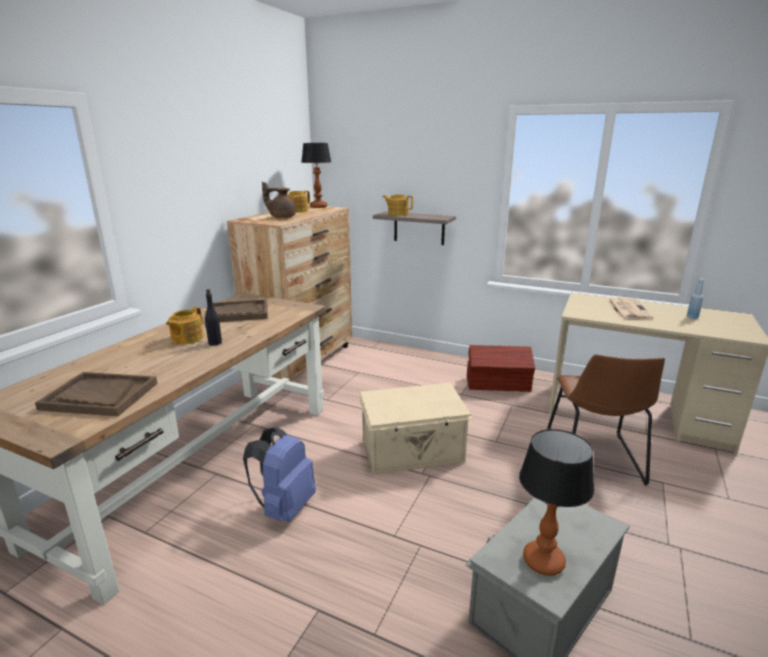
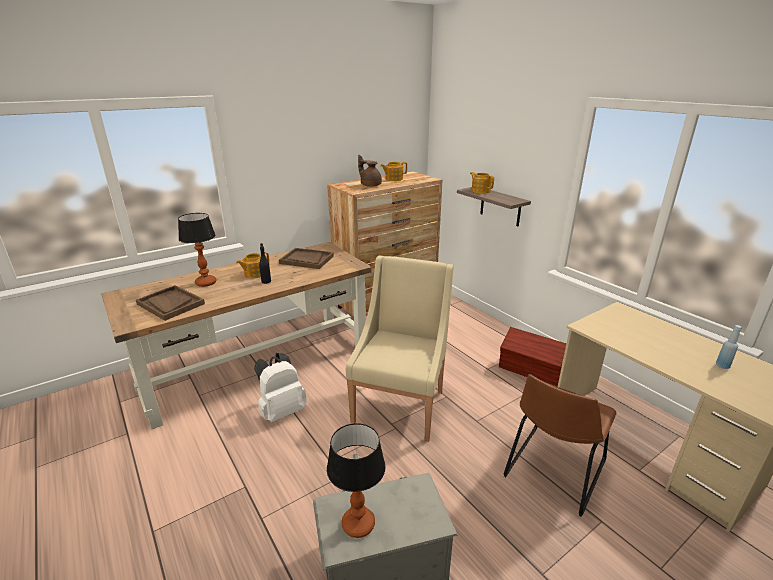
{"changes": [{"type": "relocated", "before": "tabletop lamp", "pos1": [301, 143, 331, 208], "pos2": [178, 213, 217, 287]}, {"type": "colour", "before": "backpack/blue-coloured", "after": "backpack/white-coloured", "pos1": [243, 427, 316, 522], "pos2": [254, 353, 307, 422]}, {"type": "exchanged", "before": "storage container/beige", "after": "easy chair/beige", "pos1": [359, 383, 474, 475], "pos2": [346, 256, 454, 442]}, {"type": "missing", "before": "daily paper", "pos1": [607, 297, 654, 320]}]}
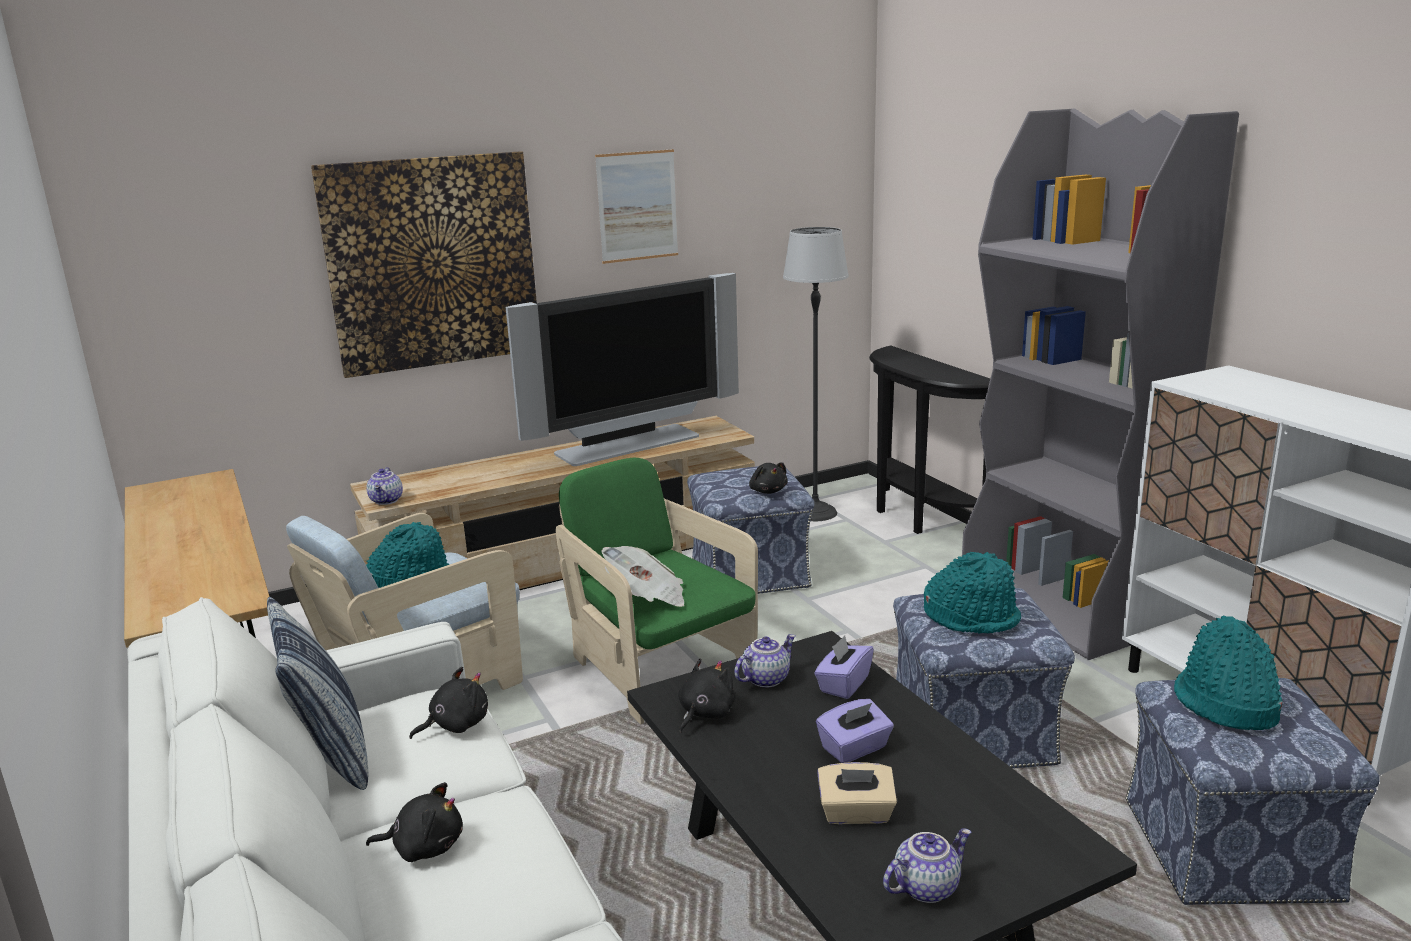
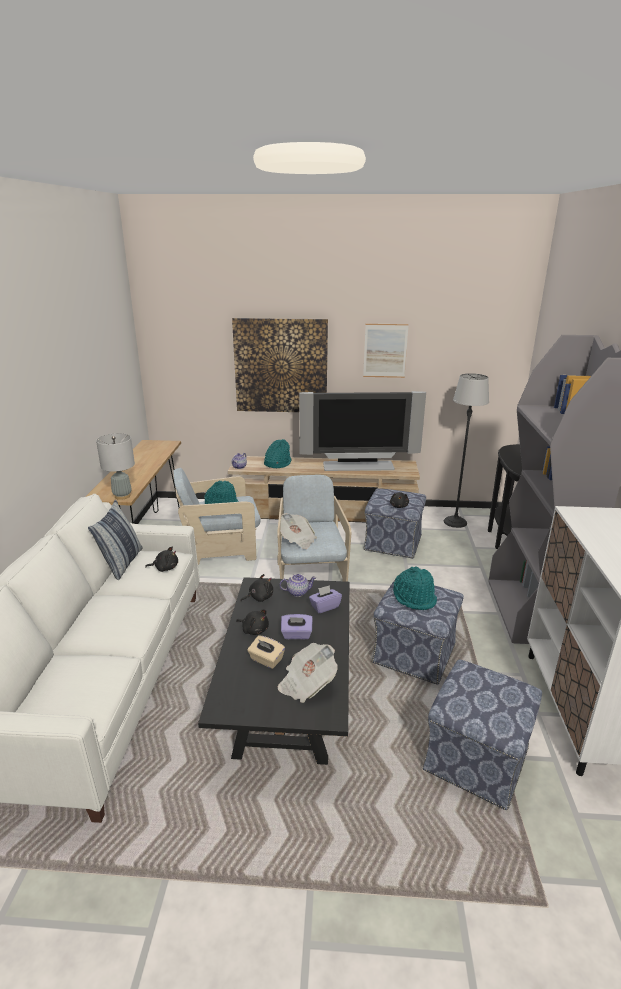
{"changes": [{"type": "appeared", "after": "tabletop lamp/greyish", "pos2": [96, 433, 135, 500]}, {"type": "relocated", "before": "plush toy/black", "pos1": [366, 782, 463, 862], "pos2": [236, 609, 269, 635]}, {"type": "relocated", "before": "hat/blue-green", "pos1": [1174, 616, 1283, 730], "pos2": [264, 439, 291, 468]}, {"type": "colour", "before": "easy chair/green", "after": "easy chair/beige", "pos1": [555, 458, 758, 724], "pos2": [277, 475, 351, 582]}, {"type": "appeared", "after": "daily paper", "pos2": [278, 643, 338, 703]}, {"type": "missing", "before": "tea pot", "pos1": [883, 828, 971, 903]}]}
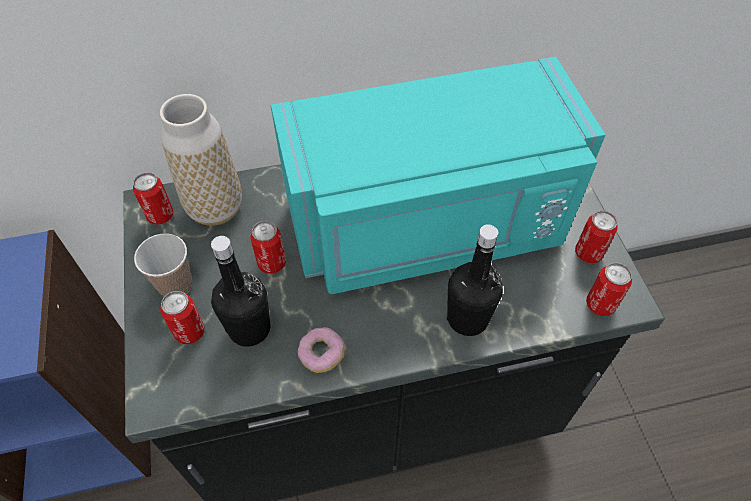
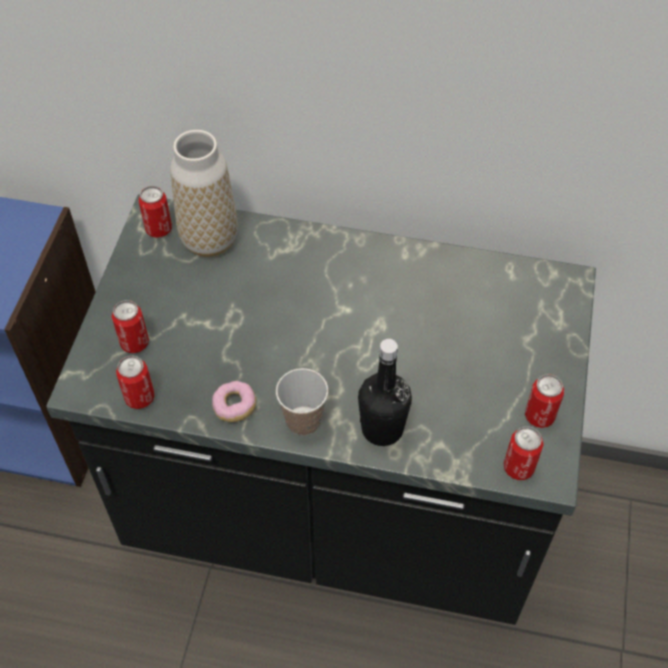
{"changes": [{"type": "relocated", "before": "sealed can", "pos1": [250, 221, 286, 274], "pos2": [116, 355, 155, 409]}, {"type": "relocated", "before": "small cup", "pos1": [134, 233, 192, 297], "pos2": [276, 368, 328, 435]}, {"type": "missing", "before": "beverage bottle/black", "pos1": [211, 236, 270, 347]}, {"type": "missing", "before": "microwave/blue-green", "pos1": [271, 57, 605, 294]}]}
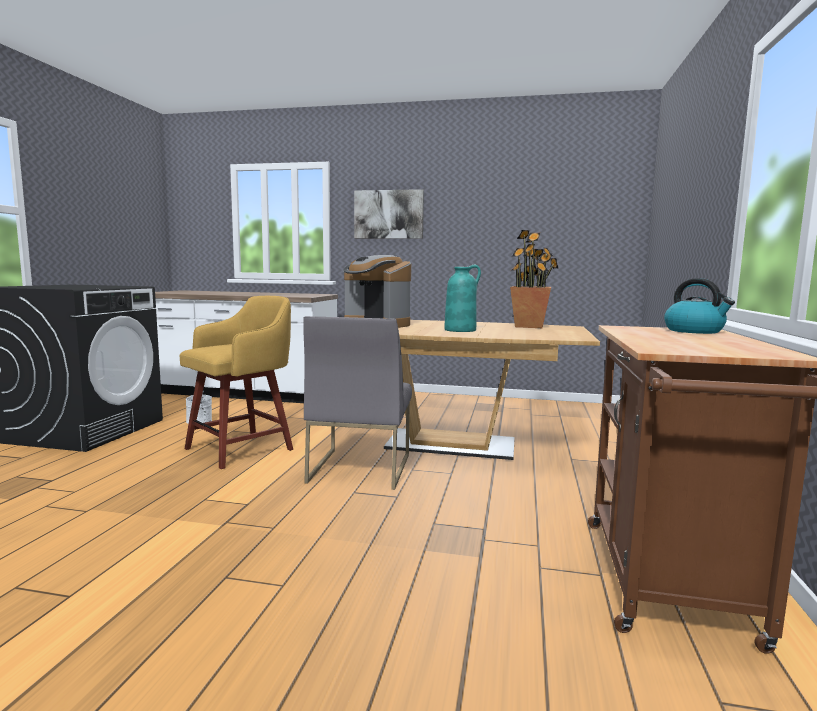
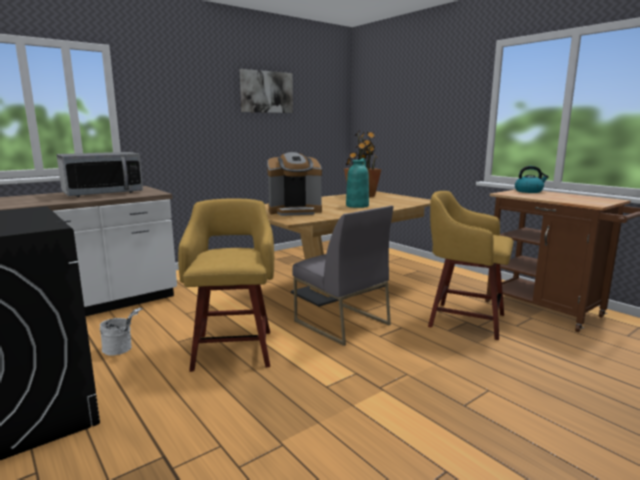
{"changes": [{"type": "appeared", "after": "microwave", "pos2": [56, 152, 143, 197]}, {"type": "relocated", "before": "picture", "pos1": [354, 189, 424, 239], "pos2": [240, 69, 293, 113]}, {"type": "appeared", "after": "stool seat/yellowish", "pos2": [428, 191, 514, 340]}]}
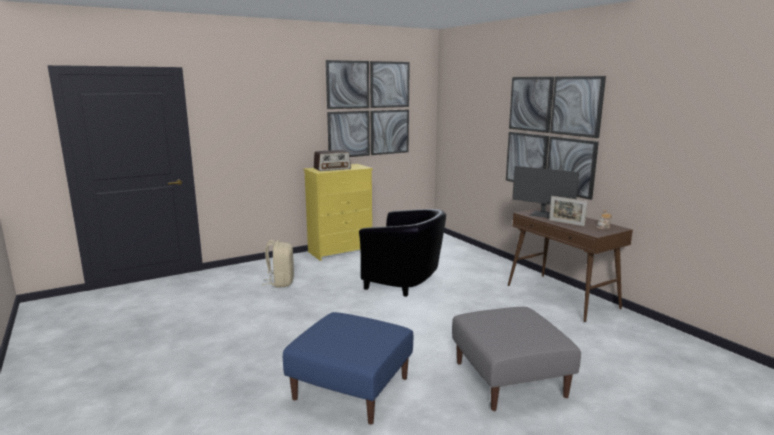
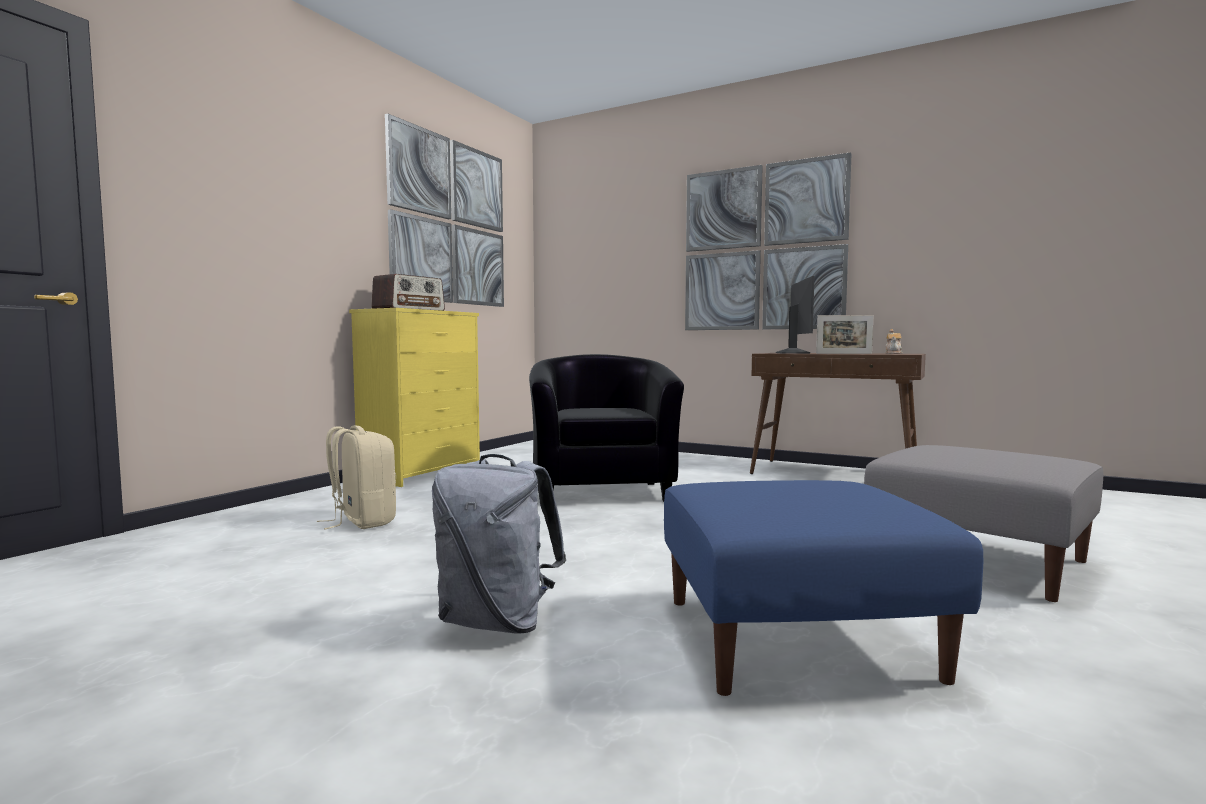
{"changes": [{"type": "appeared", "after": "backpack/greyish", "pos2": [432, 454, 566, 633]}, {"type": "spun", "before": "easy chair/black", "pos1": [359, 209, 446, 297], "pos2": [529, 354, 684, 502], "turn": -90}, {"type": "spun", "before": "monitor", "pos1": [512, 166, 579, 218], "pos2": [776, 276, 814, 354], "turn": -90}]}
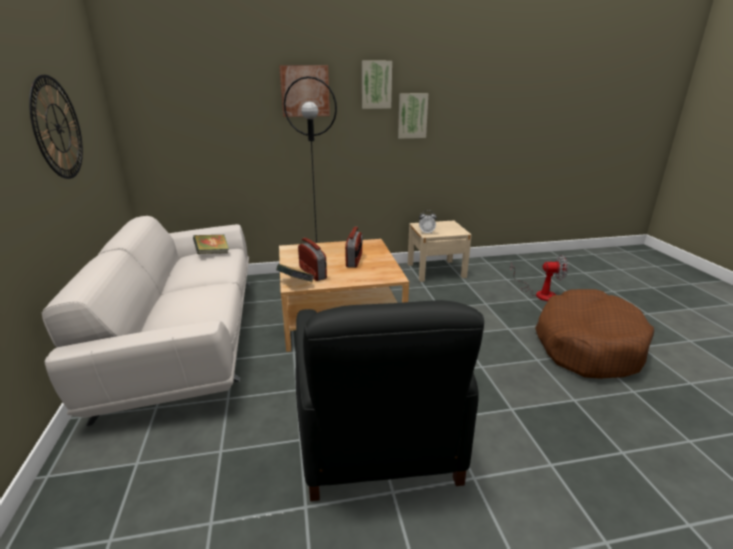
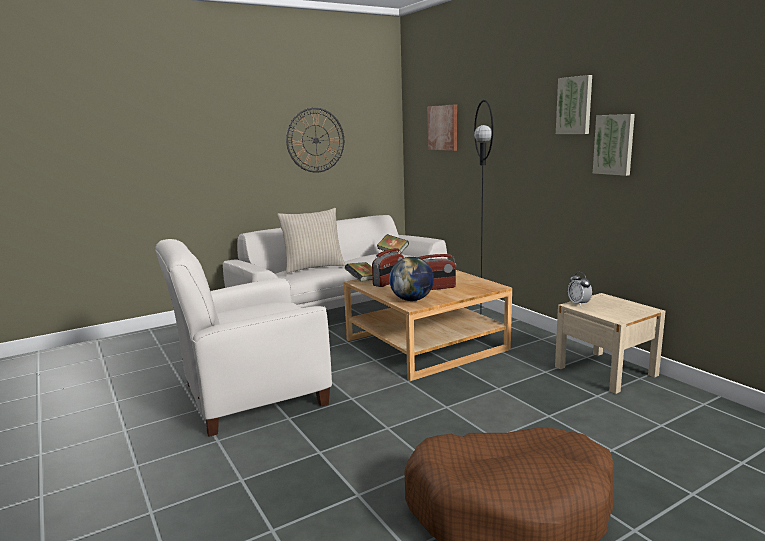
{"changes": [{"type": "colour", "before": "easy chair/black", "after": "easy chair/white-coloured", "pos1": [296, 300, 484, 501], "pos2": [156, 239, 332, 437]}, {"type": "appeared", "after": "throw pillow/beige", "pos2": [277, 208, 346, 273]}, {"type": "appeared", "after": "globe", "pos2": [389, 257, 434, 301]}, {"type": "relocated", "before": "picture", "pos1": [279, 65, 330, 117], "pos2": [427, 104, 457, 151]}, {"type": "missing", "before": "cooling fan", "pos1": [510, 255, 568, 301]}]}
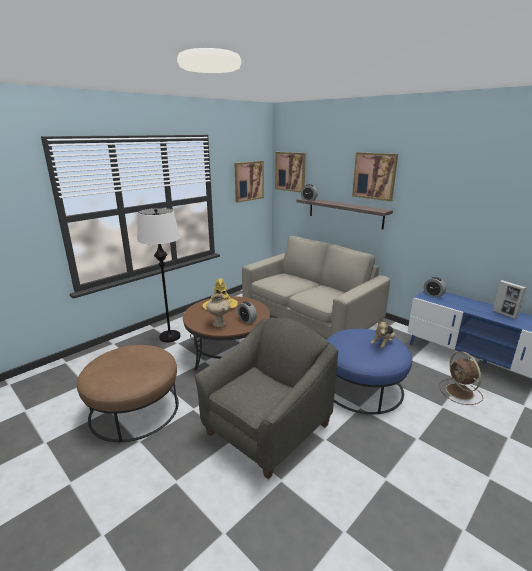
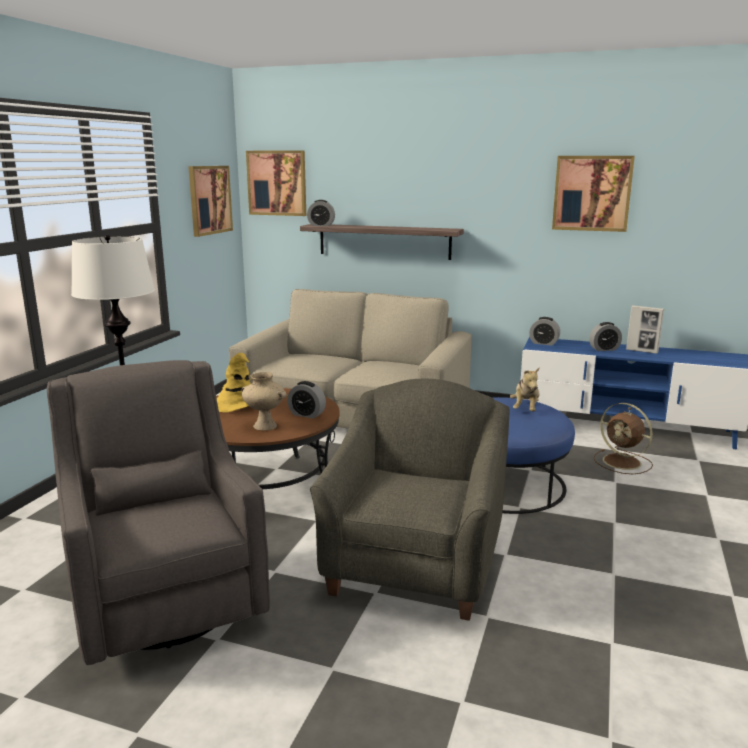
{"changes": [{"type": "exchanged", "before": "pouffe/brown-coloured", "after": "easy chair/greyish", "pos1": [77, 345, 179, 442], "pos2": [47, 360, 270, 665]}, {"type": "relocated", "before": "picture", "pos1": [352, 152, 398, 201], "pos2": [552, 156, 635, 232]}, {"type": "appeared", "after": "table clock", "pos2": [589, 322, 622, 351]}]}
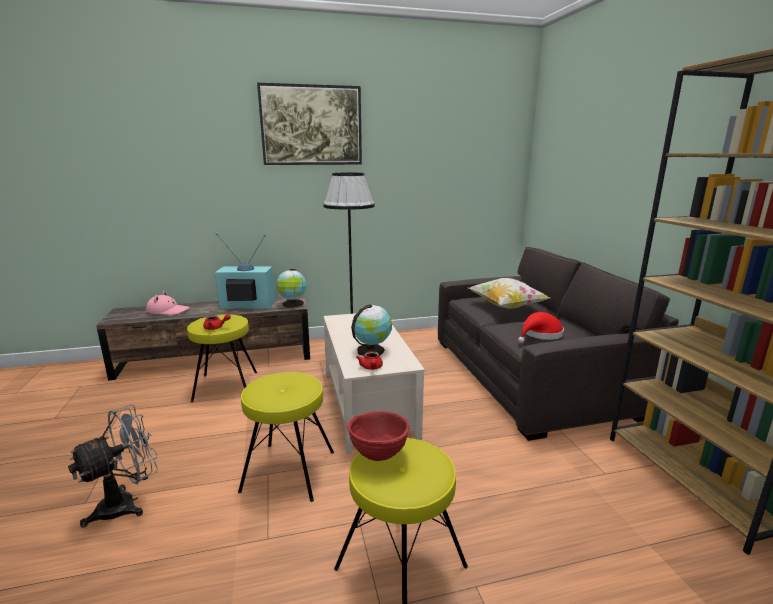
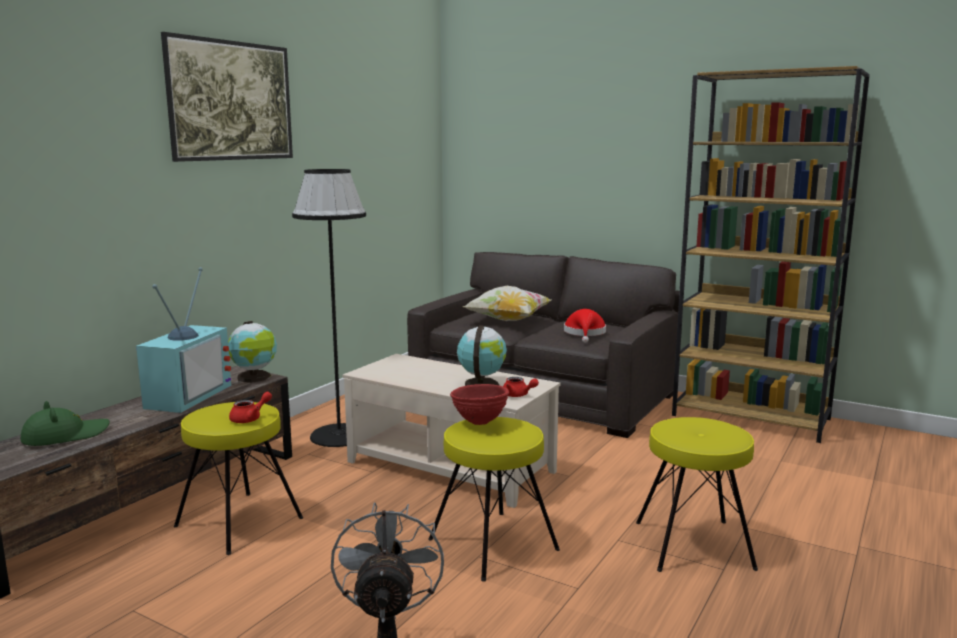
{"changes": [{"type": "colour", "before": "hat/pink", "after": "hat/green", "pos1": [146, 291, 190, 315], "pos2": [21, 401, 110, 446]}, {"type": "spun", "before": "TV", "pos1": [215, 232, 275, 309], "pos2": [136, 267, 231, 413], "turn": 150}, {"type": "relocated", "before": "serving bowl/red-coloured", "pos1": [347, 411, 410, 461], "pos2": [450, 384, 509, 425]}]}
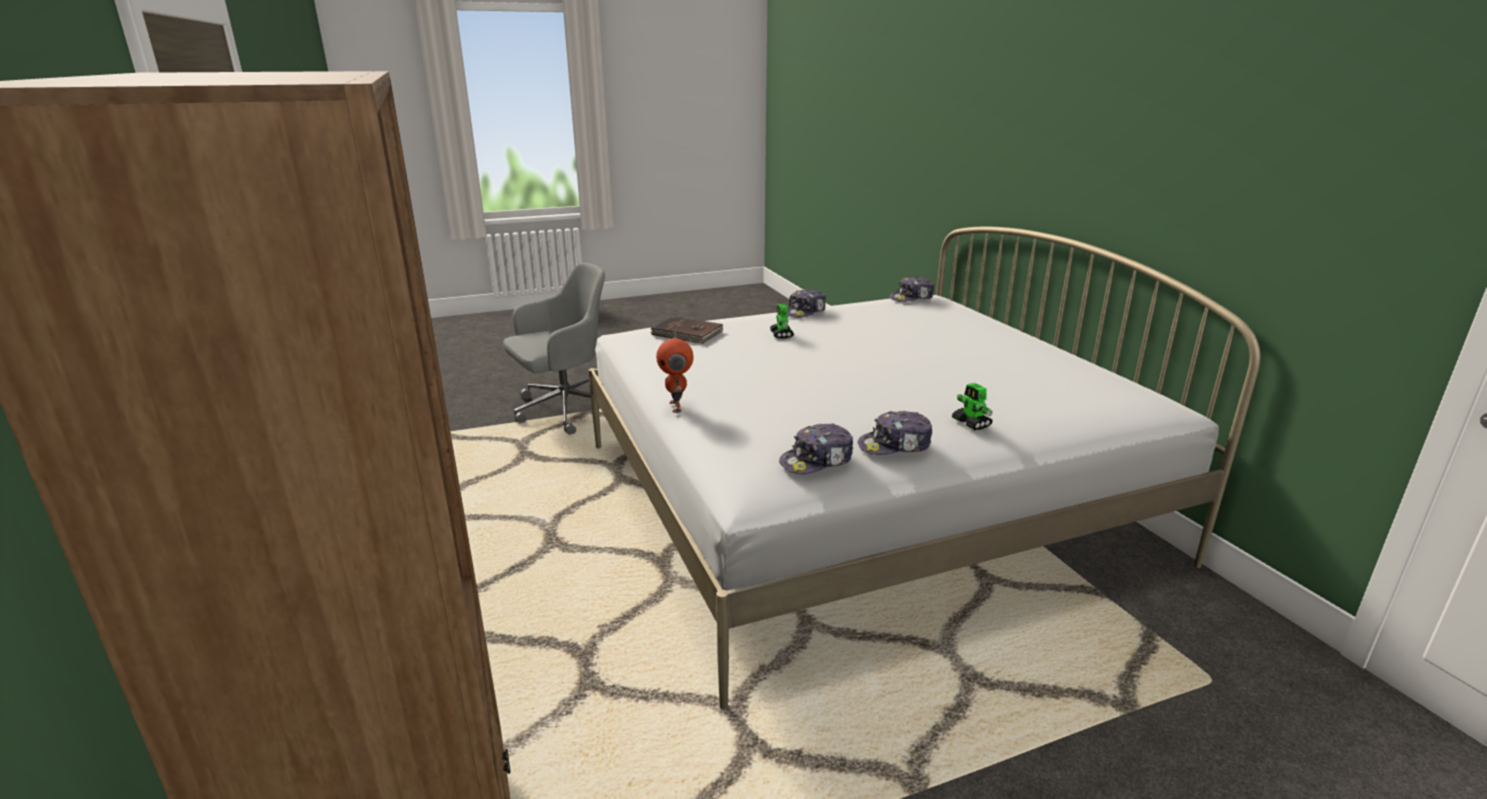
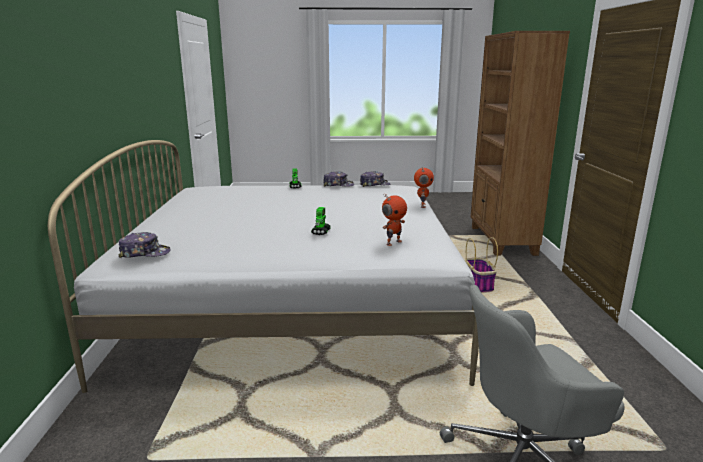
{"changes": [{"type": "exchanged", "before": "book/brown-coloured", "after": "robot figure", "pos1": [651, 316, 723, 344], "pos2": [382, 194, 407, 246]}, {"type": "appeared", "after": "basket", "pos2": [465, 237, 498, 293]}, {"type": "missing", "before": "cap", "pos1": [788, 288, 826, 318]}]}
